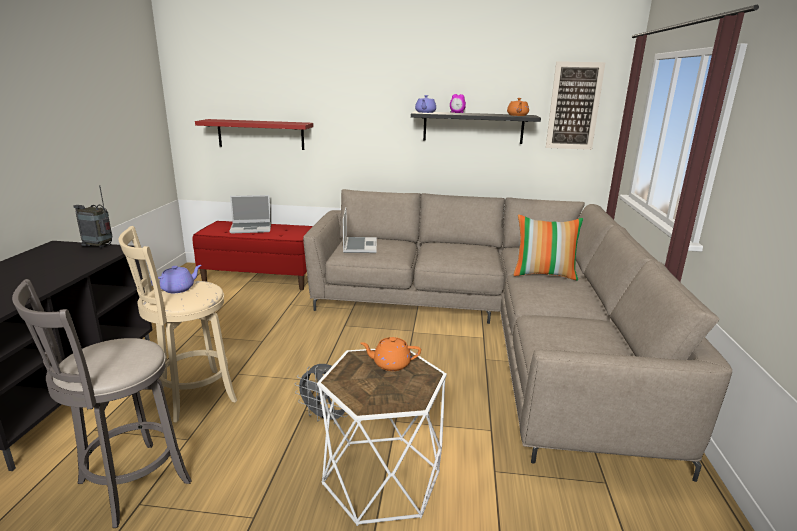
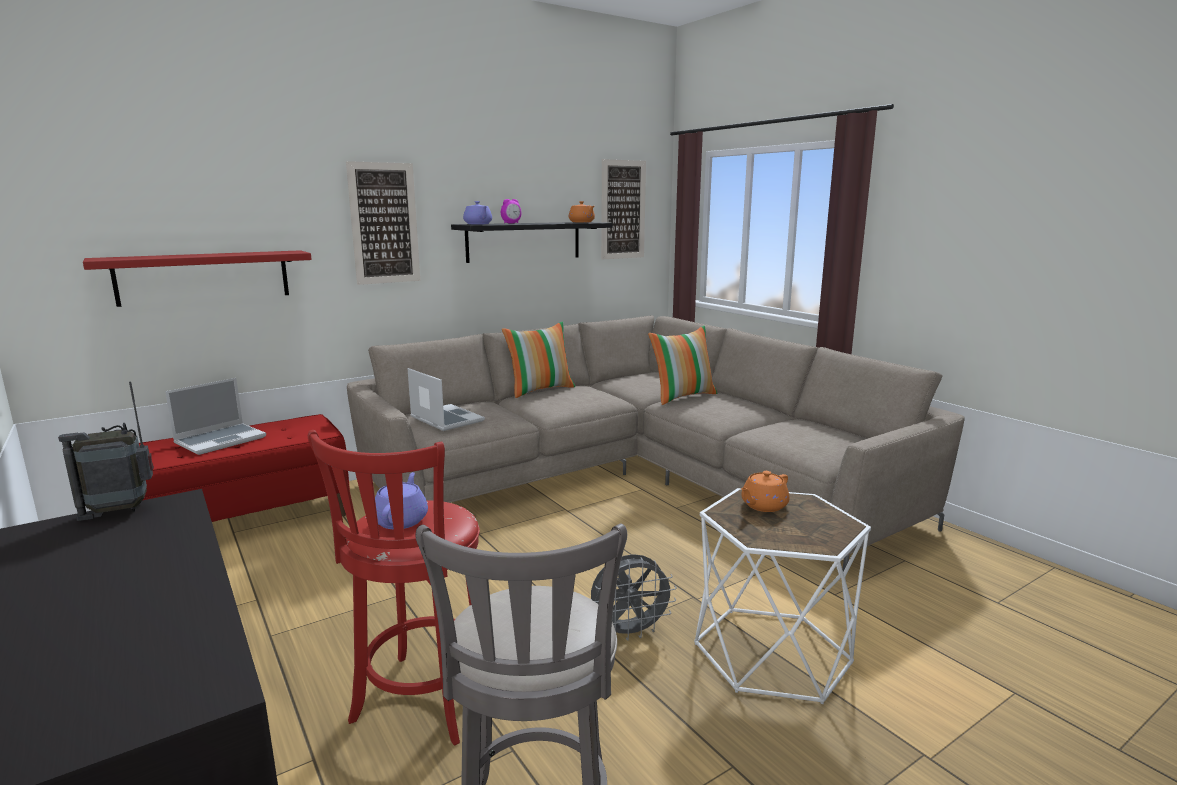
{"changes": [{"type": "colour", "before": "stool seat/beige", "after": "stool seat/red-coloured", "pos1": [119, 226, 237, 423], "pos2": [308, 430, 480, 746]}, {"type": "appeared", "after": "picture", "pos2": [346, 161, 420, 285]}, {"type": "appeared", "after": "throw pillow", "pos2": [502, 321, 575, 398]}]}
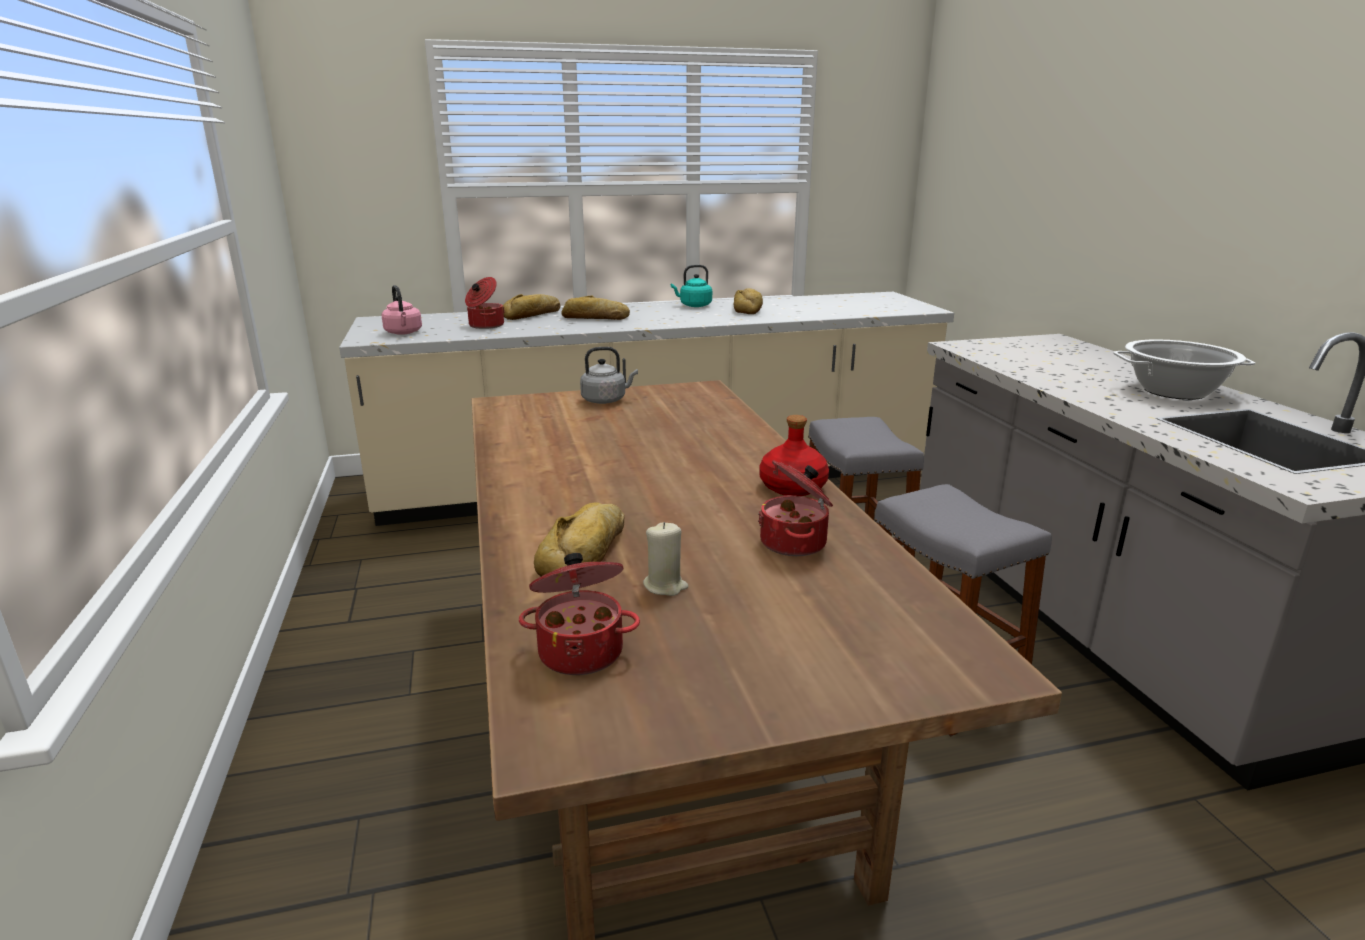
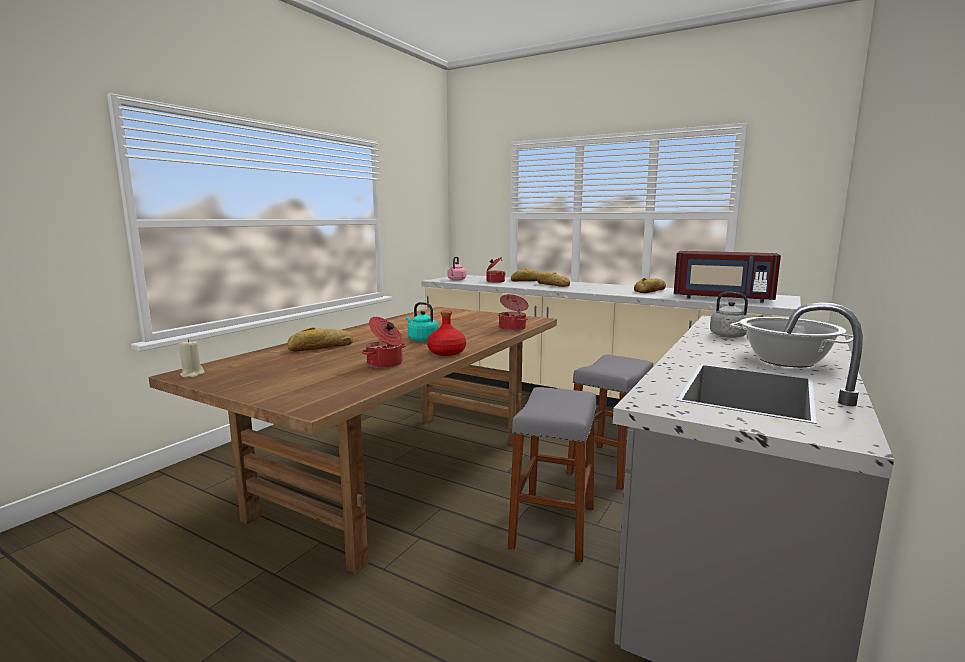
{"changes": [{"type": "relocated", "before": "wax candle/beige", "pos1": [643, 522, 688, 596], "pos2": [179, 339, 204, 378]}, {"type": "relocated", "before": "kettle/blue-green", "pos1": [671, 265, 712, 307], "pos2": [406, 302, 438, 342]}, {"type": "relocated", "before": "cooking pot", "pos1": [519, 553, 640, 675], "pos2": [498, 294, 528, 331]}, {"type": "appeared", "after": "microwave/red-coloured", "pos2": [674, 251, 781, 303]}, {"type": "relocated", "before": "kettle/greyish", "pos1": [580, 347, 638, 404], "pos2": [710, 292, 763, 338]}]}
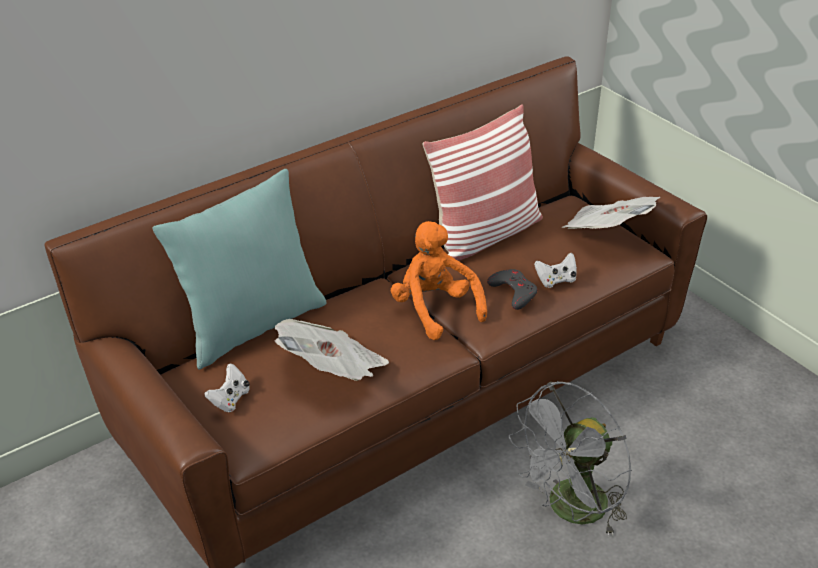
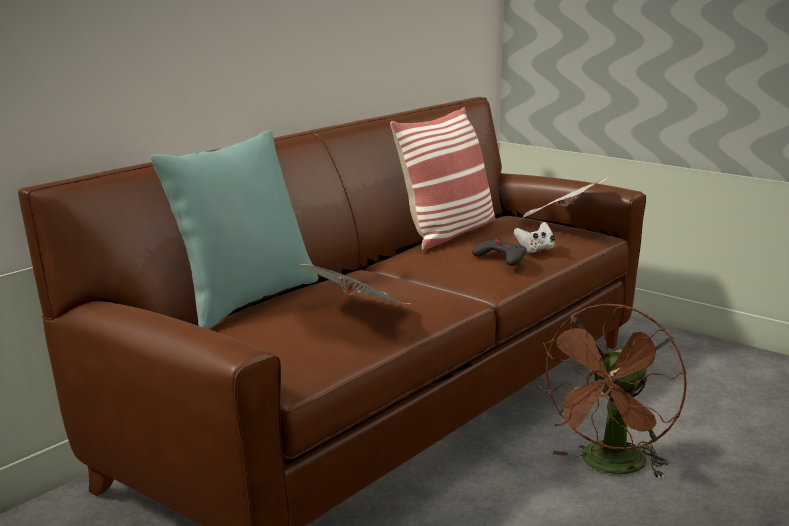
{"changes": [{"type": "colour", "before": "cooling fan/greyish", "after": "cooling fan/brown-coloured", "pos1": [509, 381, 632, 537], "pos2": [537, 304, 687, 479]}, {"type": "missing", "before": "joypad/white-coloured", "pos1": [204, 364, 250, 412]}, {"type": "missing", "before": "plush toy/orange-coloured", "pos1": [391, 221, 487, 340]}]}
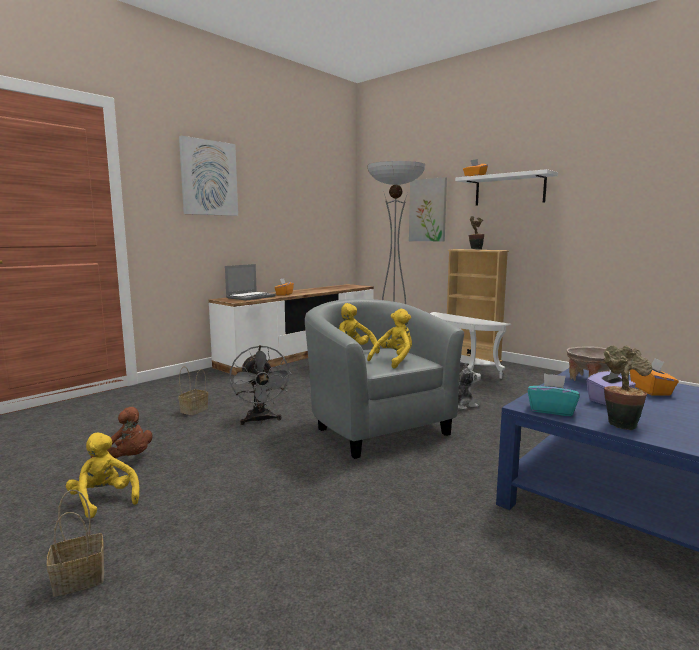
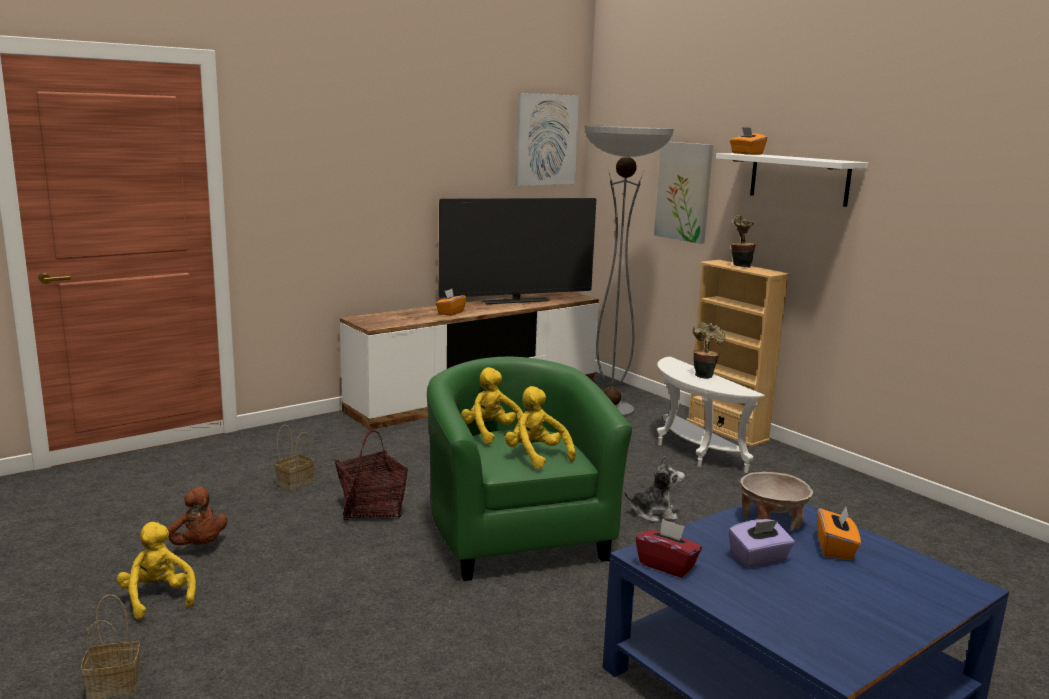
{"changes": [{"type": "exchanged", "before": "cooling fan/greyish", "after": "basket", "pos1": [229, 345, 292, 425], "pos2": [335, 430, 408, 522]}, {"type": "colour", "before": "easy chair/greyish", "after": "easy chair/green", "pos1": [305, 299, 464, 459], "pos2": [427, 357, 632, 581]}, {"type": "appeared", "after": "TV", "pos2": [439, 198, 596, 304]}, {"type": "spun", "before": "plush toy/yellowish", "pos1": [367, 309, 412, 368], "pos2": [505, 386, 576, 469], "turn": -90}, {"type": "relocated", "before": "picture", "pos1": [179, 136, 238, 216], "pos2": [515, 93, 579, 186]}, {"type": "colour", "before": "tissue box/blue-green", "after": "tissue box/red-coloured", "pos1": [528, 373, 580, 416], "pos2": [635, 518, 702, 578]}, {"type": "relocated", "before": "houseplant", "pos1": [604, 345, 652, 430], "pos2": [693, 322, 726, 379]}, {"type": "missing", "before": "portable computer", "pos1": [225, 264, 276, 301]}]}
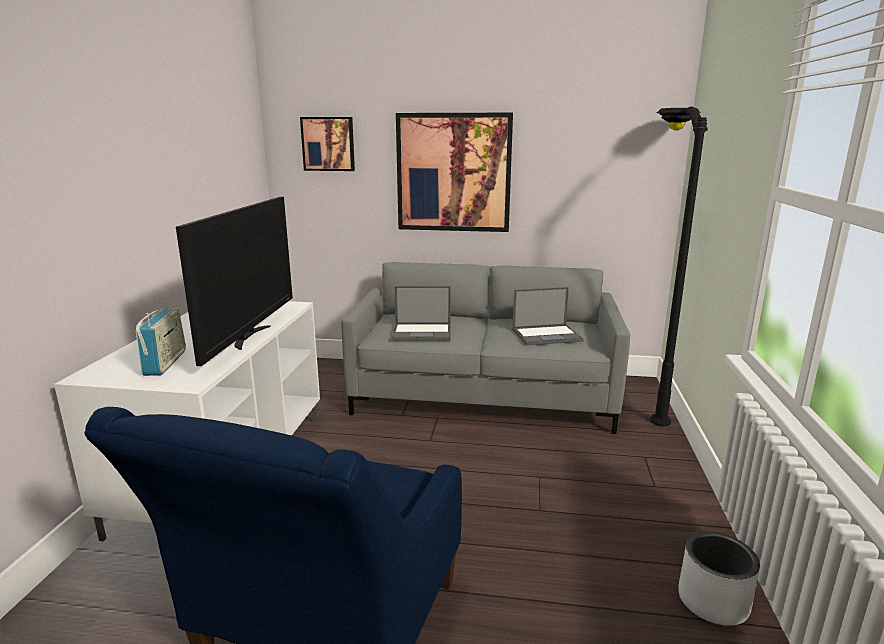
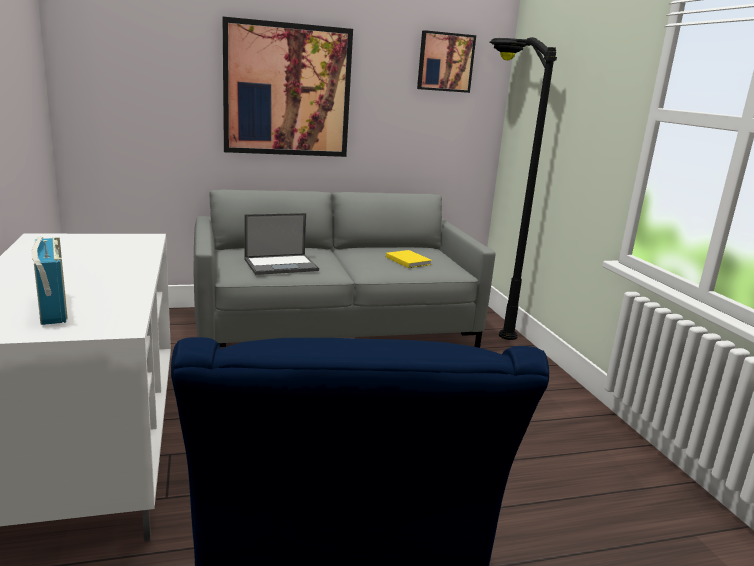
{"changes": [{"type": "exchanged", "before": "portable computer", "after": "book/yellowish", "pos1": [512, 287, 584, 346], "pos2": [386, 250, 432, 268]}, {"type": "relocated", "before": "picture", "pos1": [300, 117, 355, 171], "pos2": [417, 30, 476, 93]}, {"type": "missing", "before": "TV", "pos1": [176, 197, 293, 366]}, {"type": "missing", "before": "flower pot/greyish", "pos1": [678, 532, 760, 626]}]}
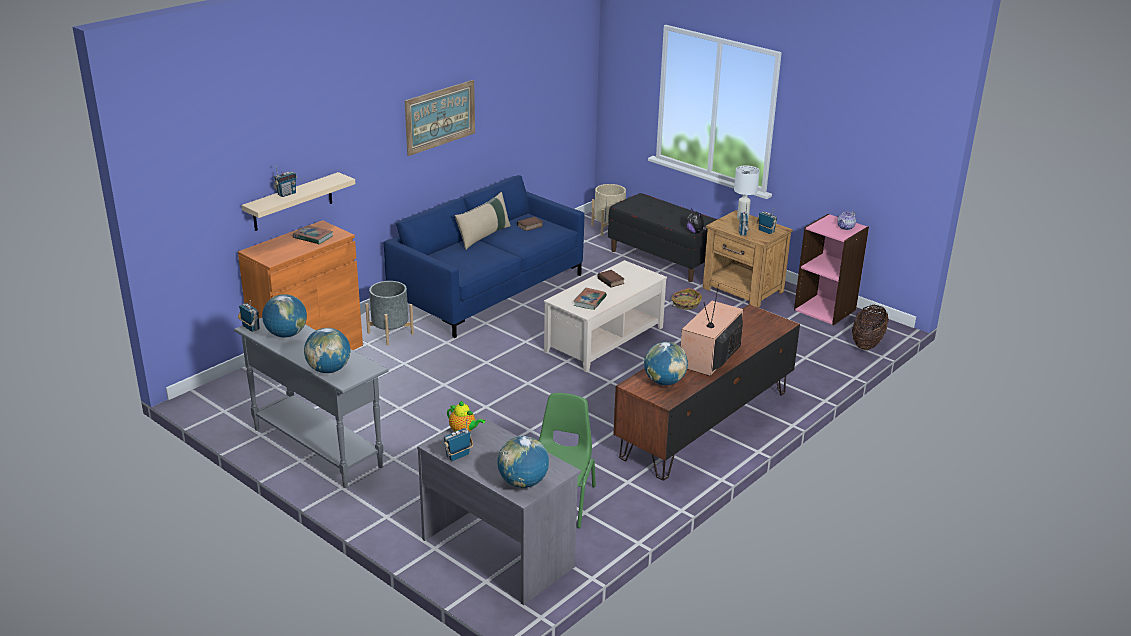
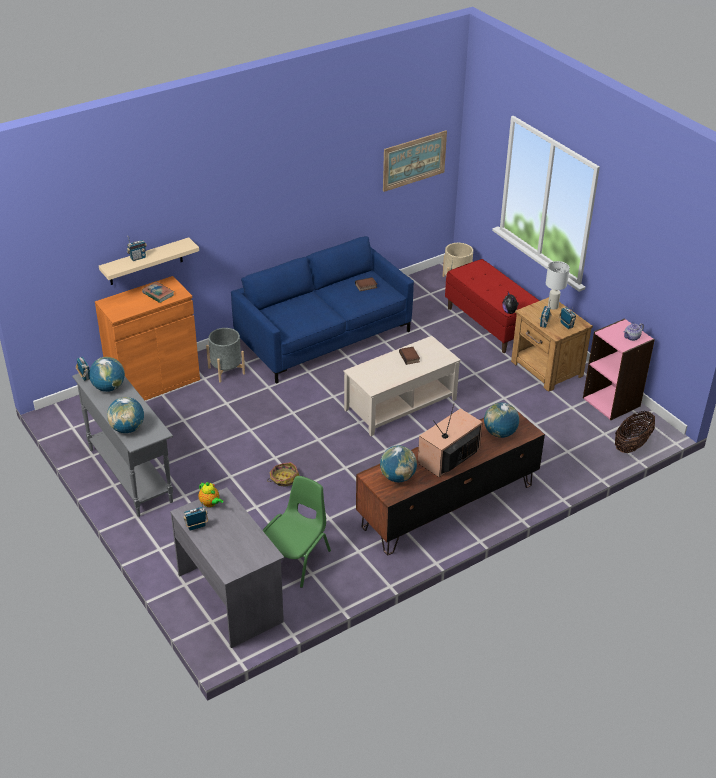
{"changes": [{"type": "relocated", "before": "basket", "pos1": [671, 288, 702, 310], "pos2": [267, 462, 300, 487]}, {"type": "relocated", "before": "picture", "pos1": [405, 80, 475, 156], "pos2": [383, 130, 447, 192]}, {"type": "colour", "before": "indoor bench/black", "after": "indoor bench/red-coloured", "pos1": [608, 193, 718, 282], "pos2": [445, 259, 539, 353]}, {"type": "relocated", "before": "globe", "pos1": [497, 436, 549, 488], "pos2": [484, 403, 519, 438]}, {"type": "missing", "before": "throw pillow/beige", "pos1": [455, 192, 511, 250]}, {"type": "missing", "before": "book", "pos1": [574, 288, 607, 310]}]}
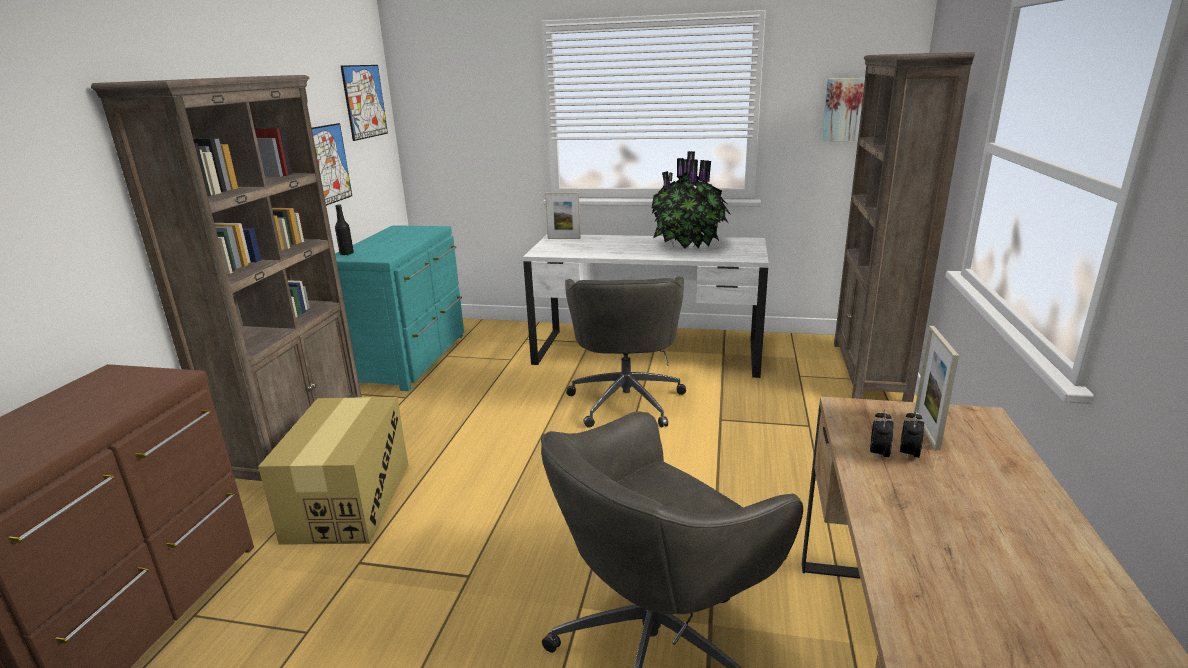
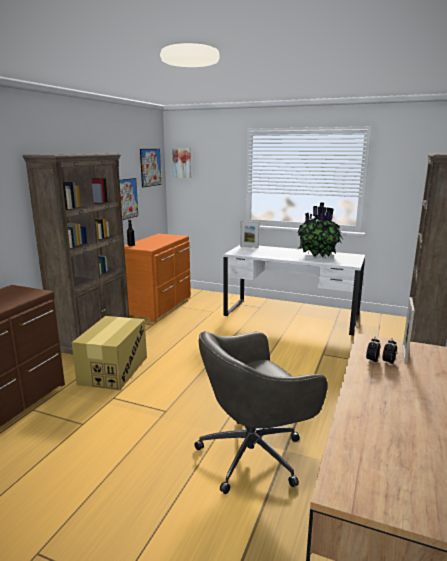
{"changes": [{"type": "colour", "before": "chest of drawers/blue-green", "after": "chest of drawers/orange-coloured", "pos1": [335, 225, 464, 391], "pos2": [124, 233, 191, 322]}, {"type": "relocated", "before": "picture", "pos1": [822, 78, 865, 141], "pos2": [172, 148, 191, 178]}, {"type": "missing", "before": "computer chair/greyish", "pos1": [565, 276, 686, 428]}]}
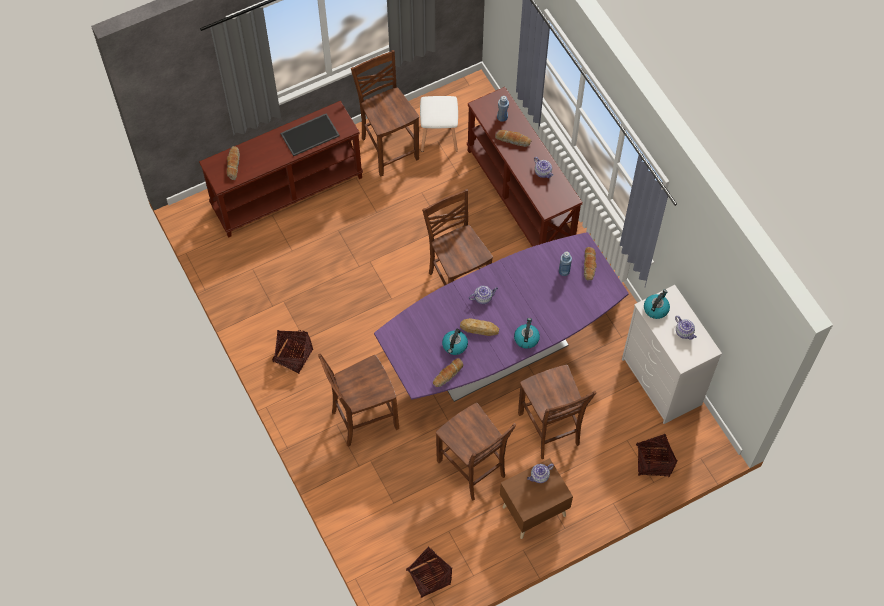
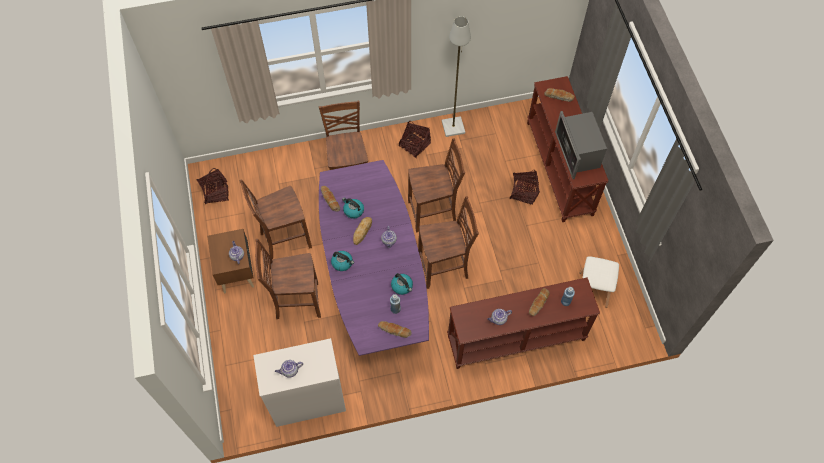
{"changes": [{"type": "relocated", "before": "kettle", "pos1": [644, 290, 670, 319], "pos2": [391, 273, 413, 295]}, {"type": "relocated", "before": "plain chair/brown-coloured", "pos1": [351, 50, 419, 176], "pos2": [408, 138, 465, 232]}, {"type": "appeared", "after": "standard lamp/greyish", "pos2": [442, 16, 471, 137]}, {"type": "relocated", "before": "basket", "pos1": [636, 434, 678, 477], "pos2": [510, 170, 540, 205]}, {"type": "exchanged", "before": "tray", "after": "microwave", "pos1": [280, 113, 340, 156], "pos2": [555, 111, 607, 179]}]}
